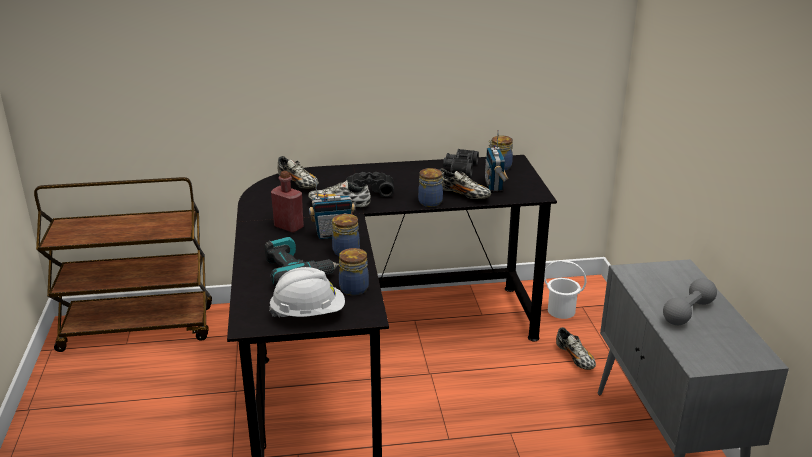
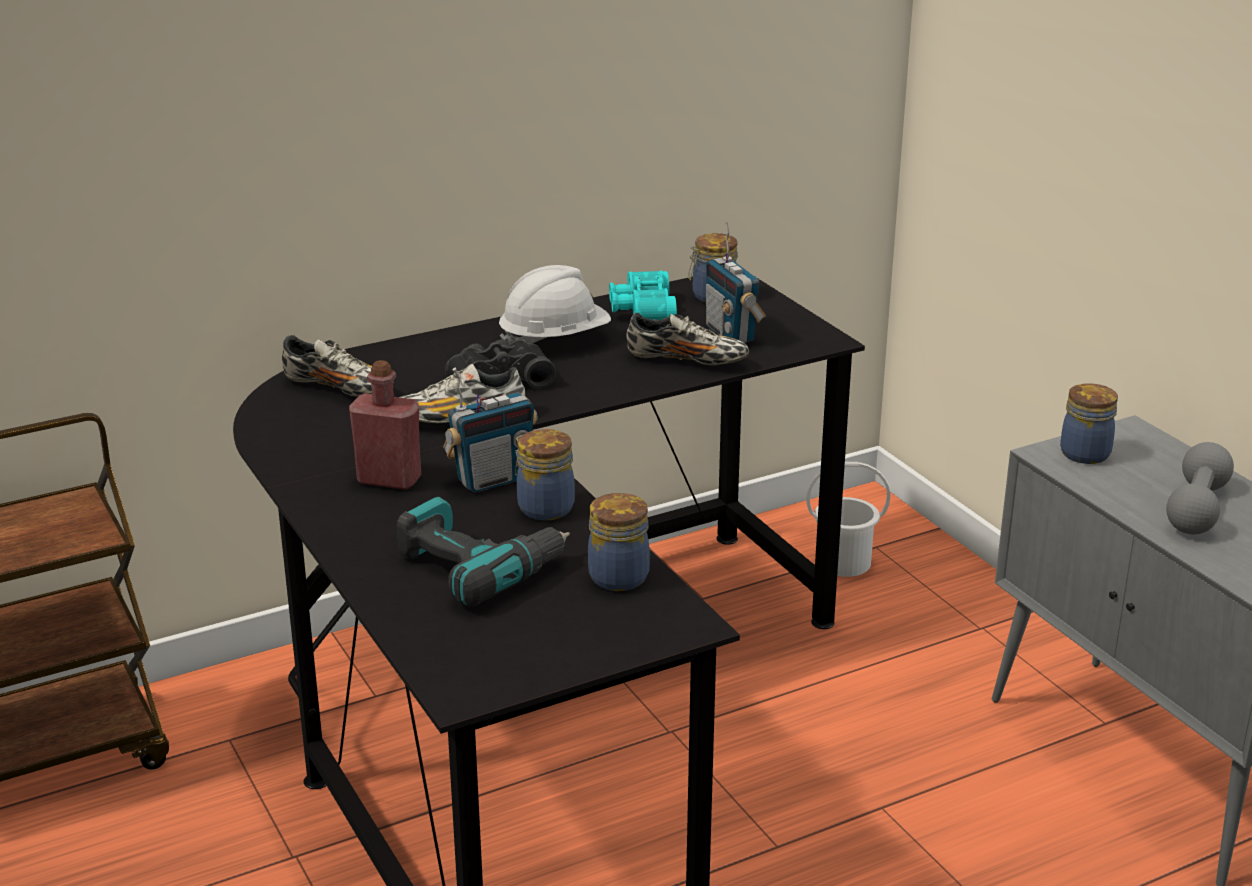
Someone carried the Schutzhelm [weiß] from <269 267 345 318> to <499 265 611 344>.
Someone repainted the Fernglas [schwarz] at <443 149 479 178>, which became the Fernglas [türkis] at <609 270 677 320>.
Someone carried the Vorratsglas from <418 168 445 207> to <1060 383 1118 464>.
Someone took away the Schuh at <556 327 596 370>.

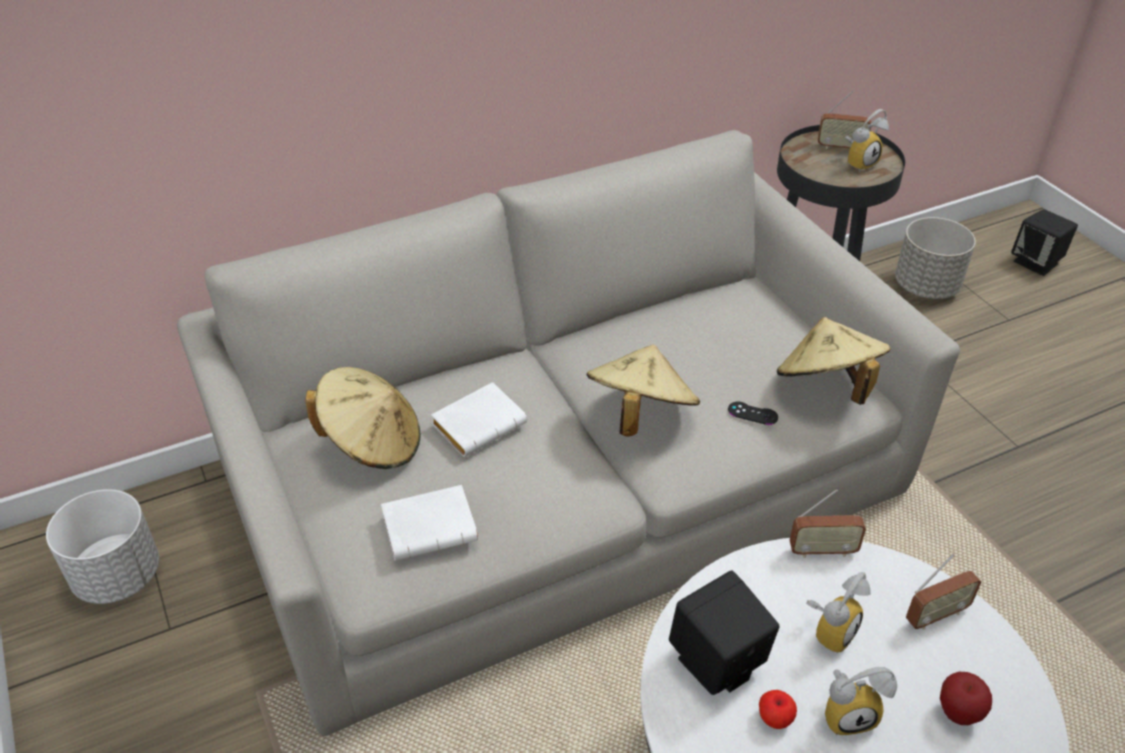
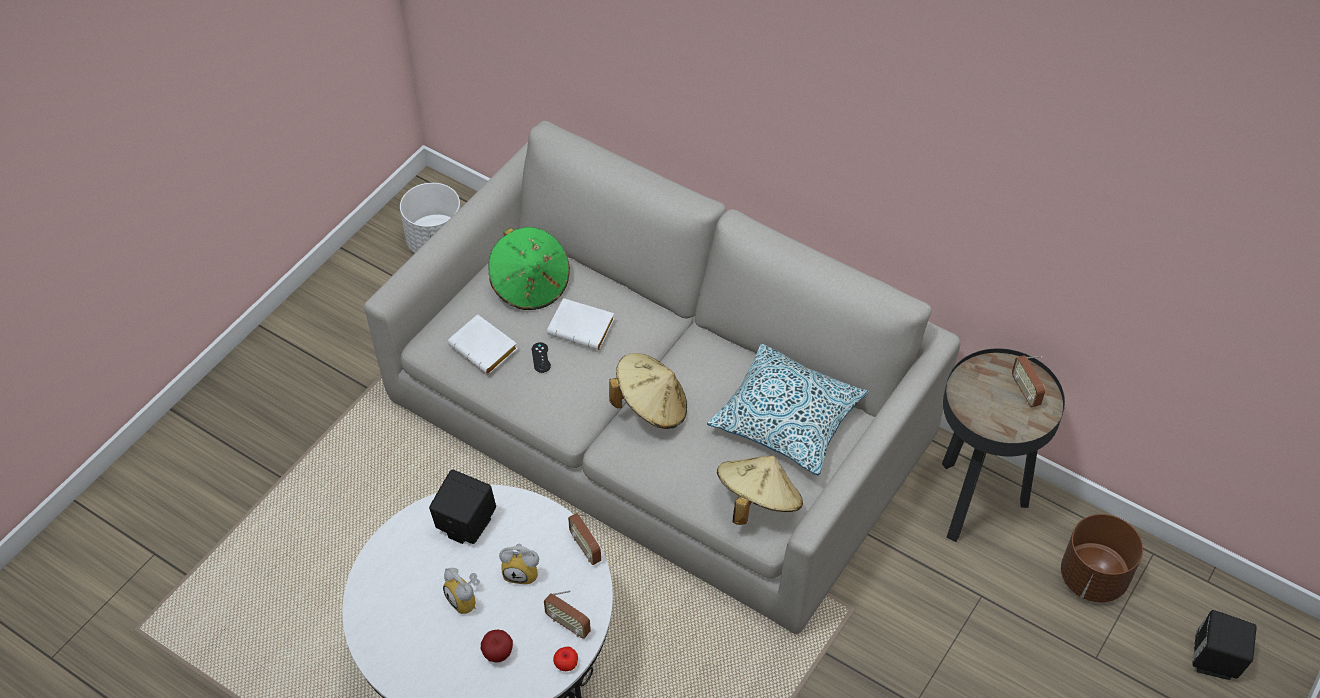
Someone repainted the Hut [beige] at <305 367 420 469>, which became the Hut [grün] at <489 227 570 310>.
Someone carried the Gamepad [schwarz] from <728 401 778 425> to <532 342 551 373>.
Someone carried the Apfel from <759 690 797 729> to <553 647 578 671>.
Someone put down the Kissen at <707 344 869 475>.
Someone repainted the Pflanzkübel [grau] at <895 217 976 299>, which became the Pflanzkübel [braun] at <1061 514 1143 602>.
Someone took away the Wecker at <845 109 889 173>.

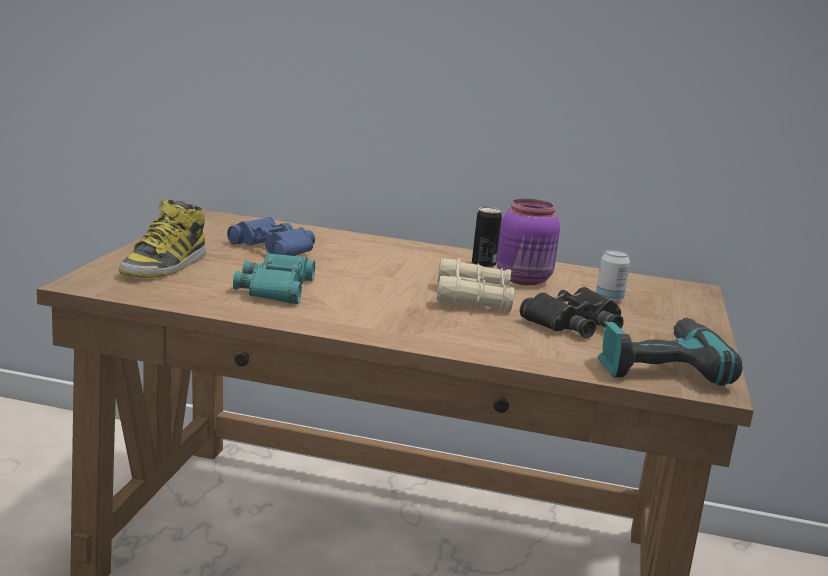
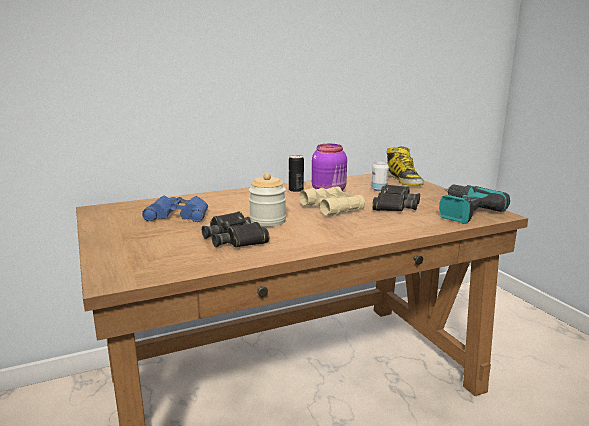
Someone repainted the Fernglas [türkis] at <233 253 315 304>, which became the Fernglas [schwarz] at <202 211 269 248>.
Someone put down the Vorratsglas at <249 173 286 227>.
Someone carried the Stiefel from <119 199 206 278> to <387 146 424 186>.

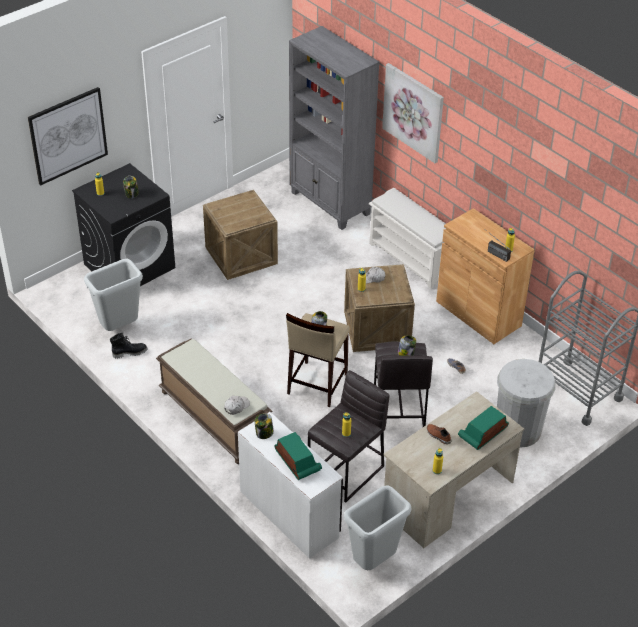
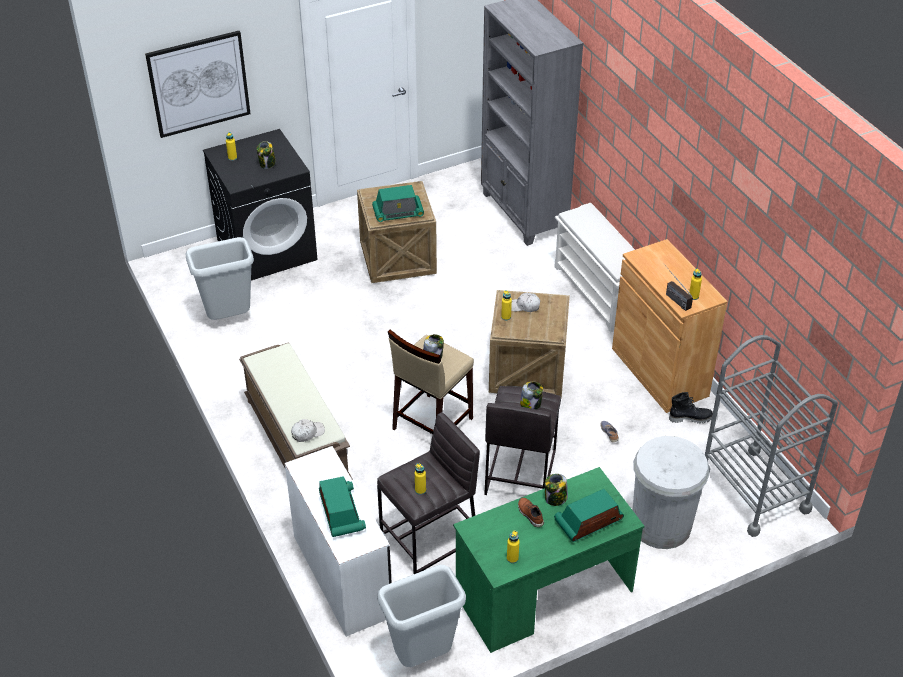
Someone put down the Radio at <372 185 424 222>.
Someone repainted the Schreibtisch [beige] at <383 391 524 548>, which became the Schreibtisch [grün] at <453 467 644 653>.
Someone carried the Vorratsglas from <255 413 274 439> to <545 474 568 506>.
Someone carried the Stiefel [schwarz] from <110 333 148 358> to <669 392 713 424>.
Someone took away the Bild at <382 63 444 163>.

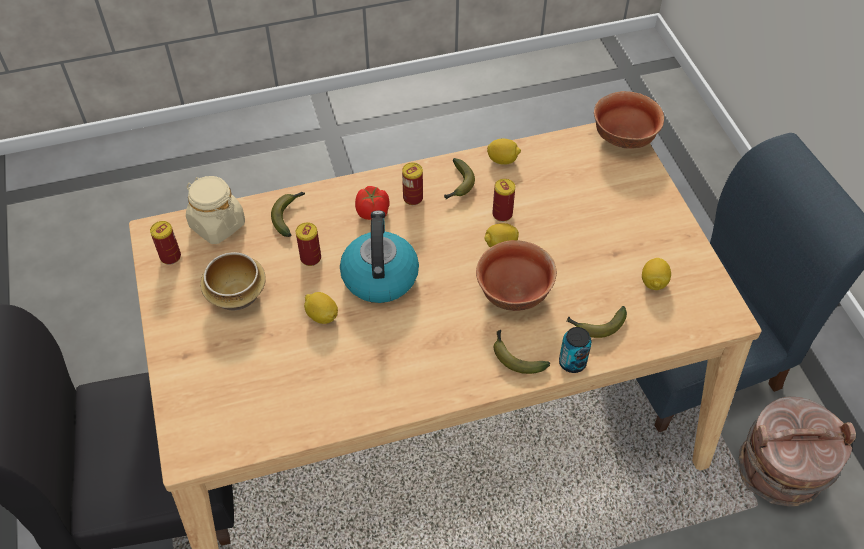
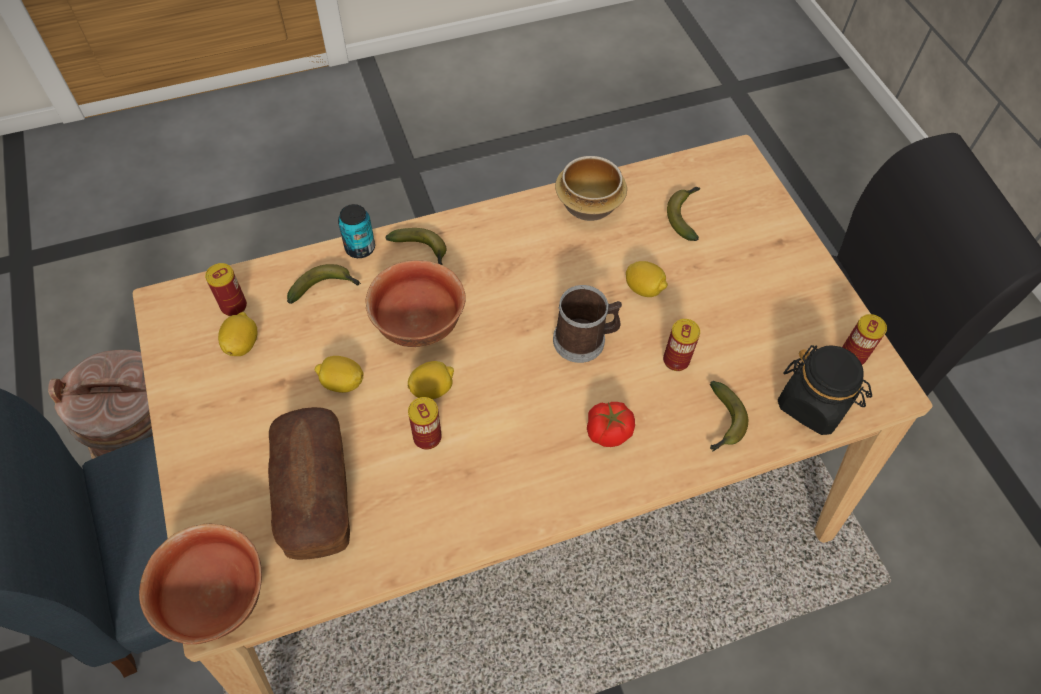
Someone carried the Dose from <402 163 423 205> to <205 263 247 316>.
Someone put down the Brot at <268 407 350 560>.
Someone carried the Zitrone from <487 139 521 165> to <315 356 364 393>.
Someone swapped the Wasserkessel at <340 211 419 303> for the Henkelbecher at <553 285 622 363>.
Someone carried the Schüssel from <200 252 266 311> to <555 156 627 221>.
Someone carried the Banane from <444 158 475 199> to <667 187 700 241>.
Someone repainted the Vorratsglas [beige] at <186 176 245 244>, which became the Vorratsglas [schwarz] at <778 345 872 435>.

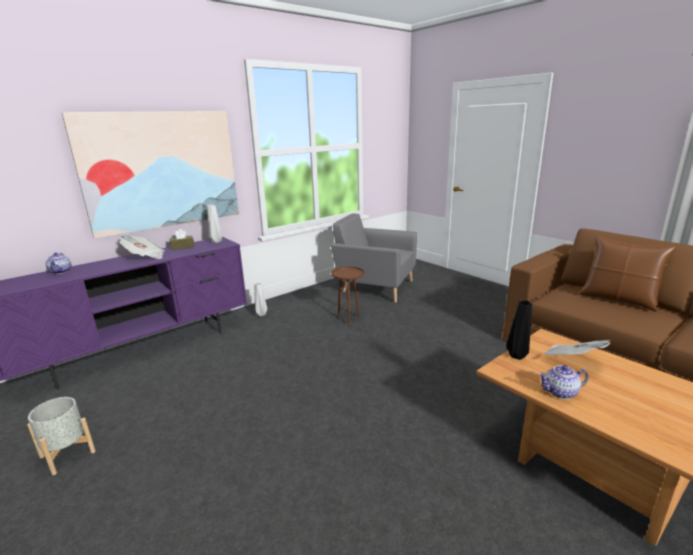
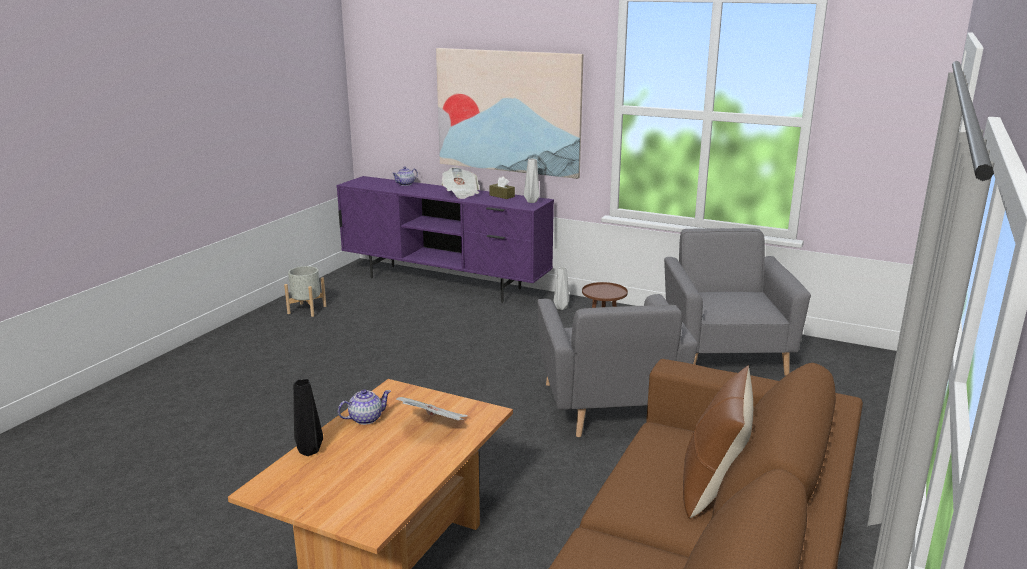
Someone carried the Vase [schwarz] from <506 300 532 360> to <293 379 323 456>.
Someone rotated the Teekanne at <538 365 589 399> by 90 degrees clockwise.
Someone put down the Sessel [grau] at <537 294 698 437>.

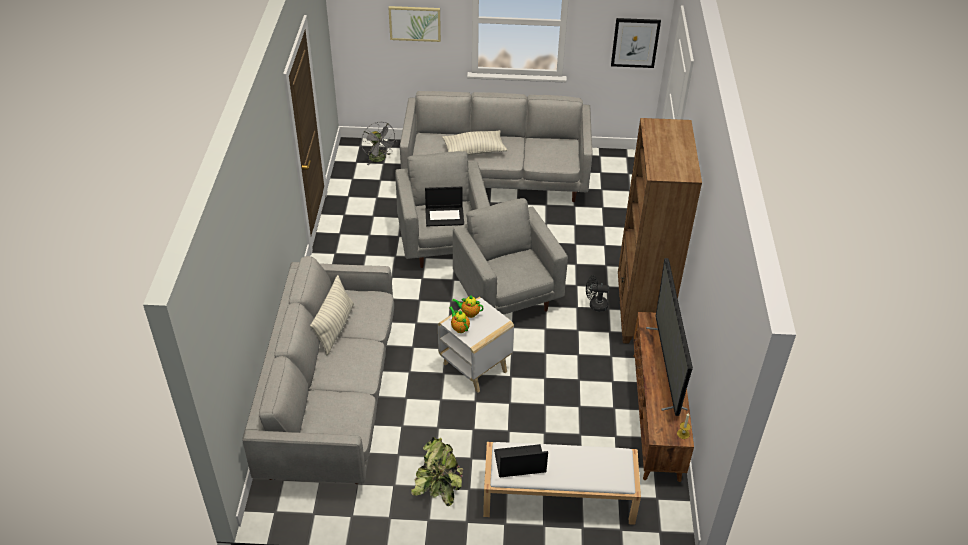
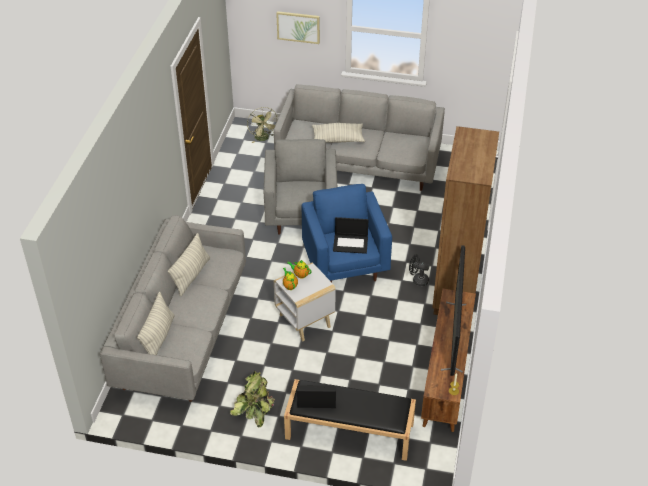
Someone put down the Kissen at <137 291 175 355>.
Someone repainted the Ventilator [grau] at <361 122 397 165>, which became the Ventilator [grün] at <247 107 278 143>.
Someone repainted the Bank [weiß] at <483 442 641 525>, which became the Bank [schwarz] at <284 379 416 461>.
Someone repainted the Sessel [grau] at <453 198 568 315>, which became the Sessel [blau] at <302 184 392 282>.
Someone carried the Laptop from <425 187 464 226> to <333 217 368 254>.
Someone took away the Bild at <611 18 661 68>.

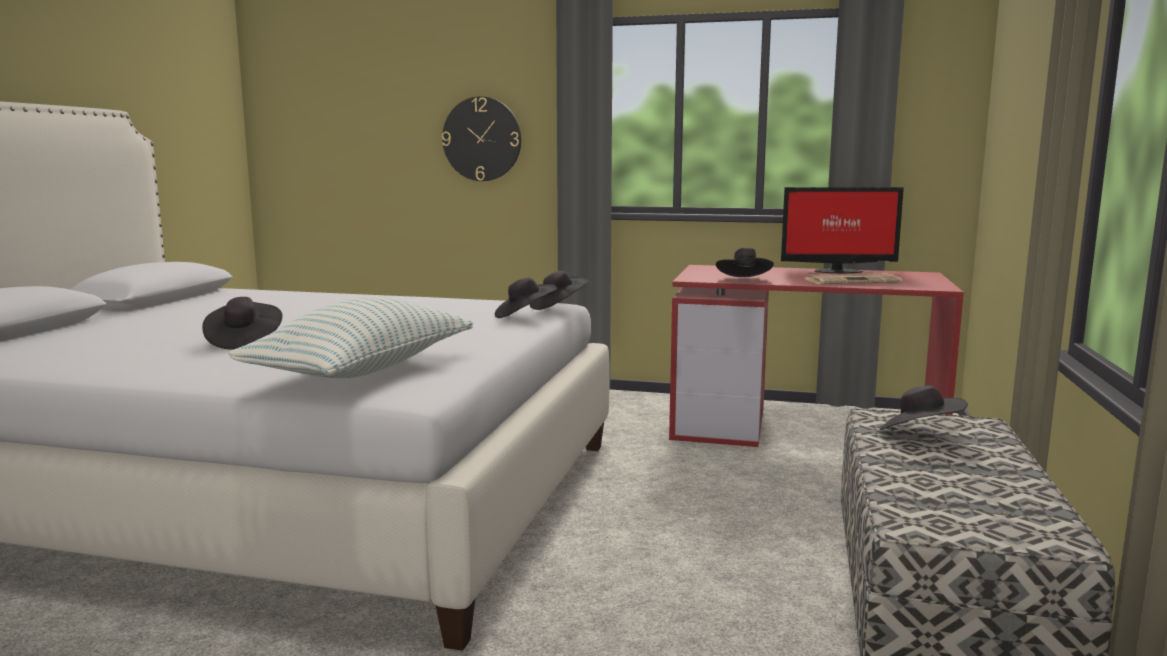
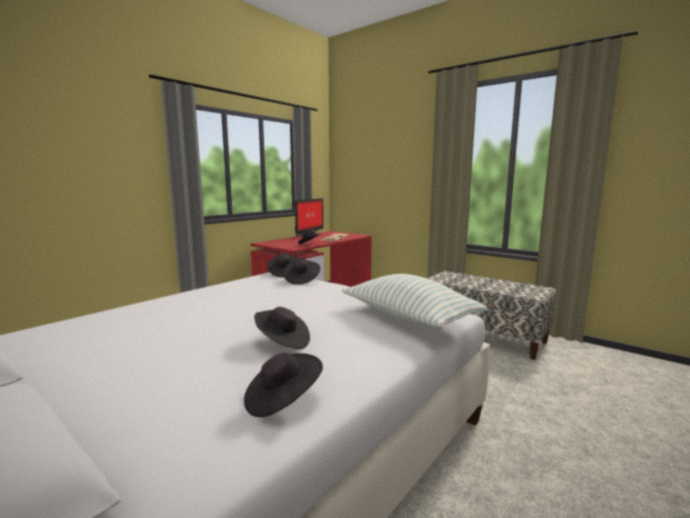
Someone carried the Hut [schwarz] from <880 386 968 430> to <244 353 323 417>.
Someone took away the Wanduhr at <442 96 521 181>.

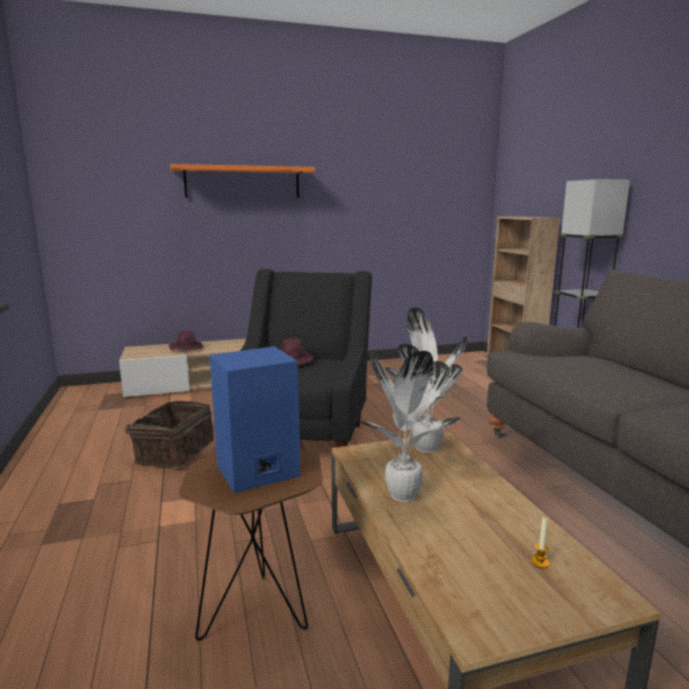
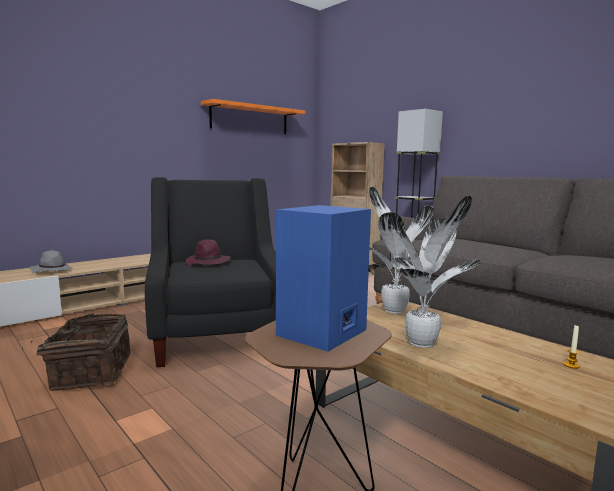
Someone repainted the Hut [lila] at <169 330 204 350>, which became the Hut [grau] at <30 250 72 273>.
Someone carried the Wandregal [orange] from <170 164 315 198> to <201 99 305 134>.

